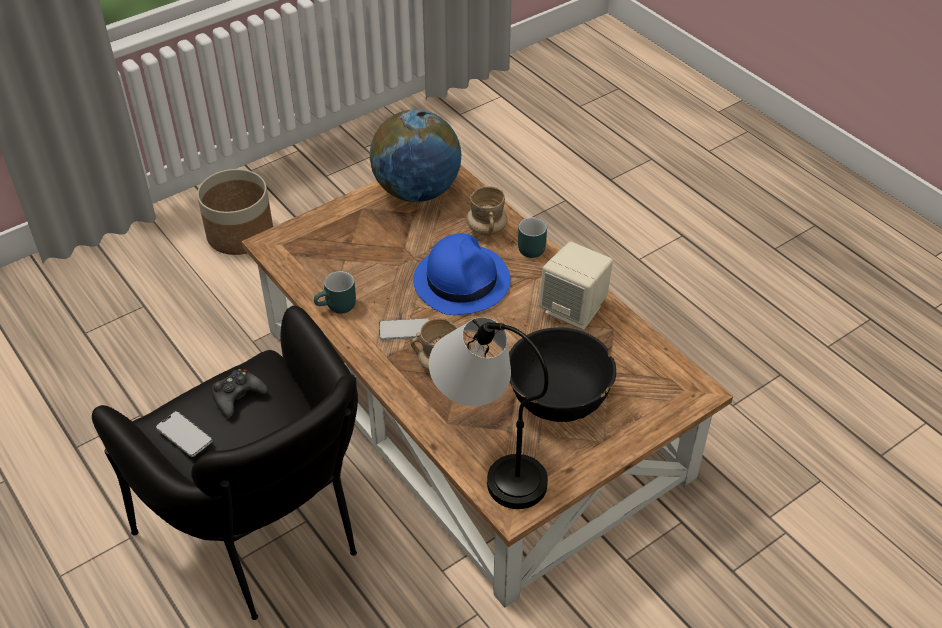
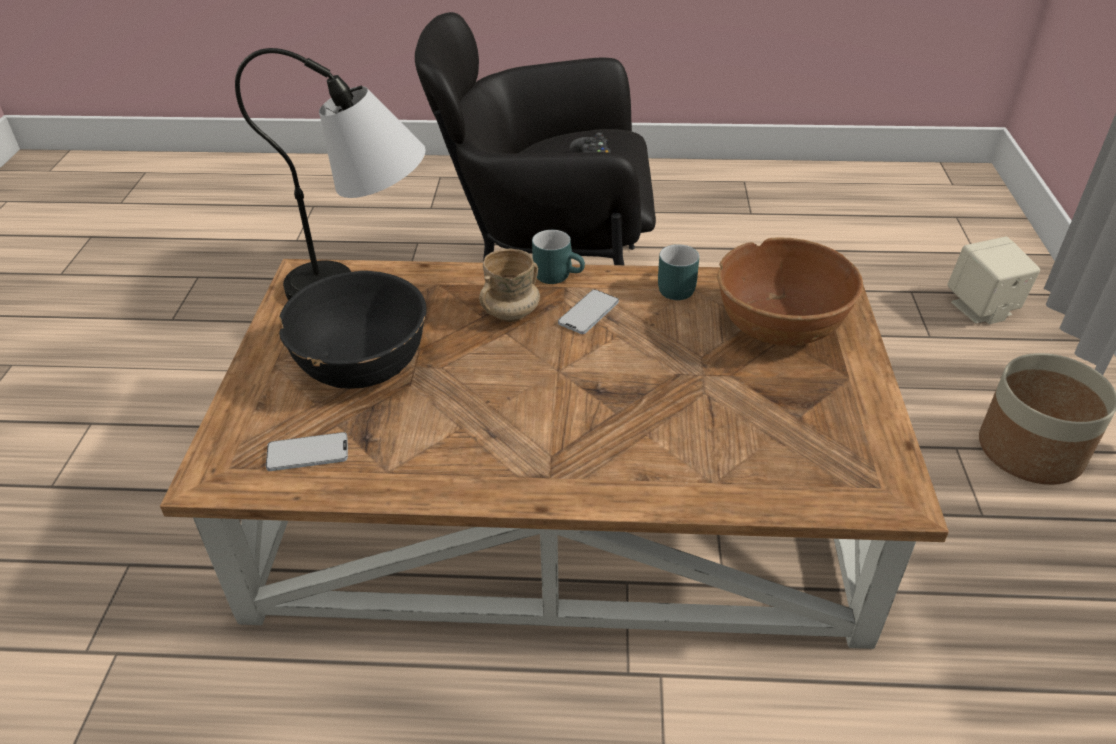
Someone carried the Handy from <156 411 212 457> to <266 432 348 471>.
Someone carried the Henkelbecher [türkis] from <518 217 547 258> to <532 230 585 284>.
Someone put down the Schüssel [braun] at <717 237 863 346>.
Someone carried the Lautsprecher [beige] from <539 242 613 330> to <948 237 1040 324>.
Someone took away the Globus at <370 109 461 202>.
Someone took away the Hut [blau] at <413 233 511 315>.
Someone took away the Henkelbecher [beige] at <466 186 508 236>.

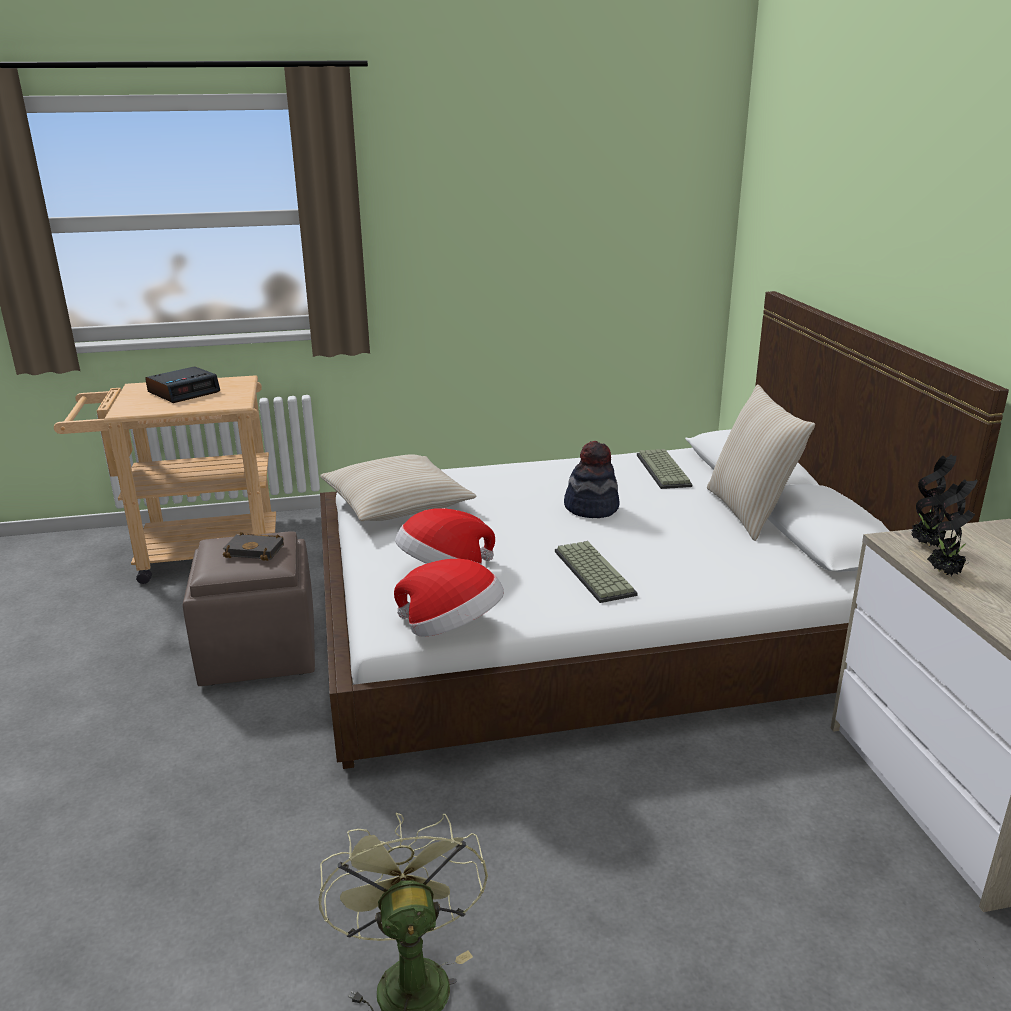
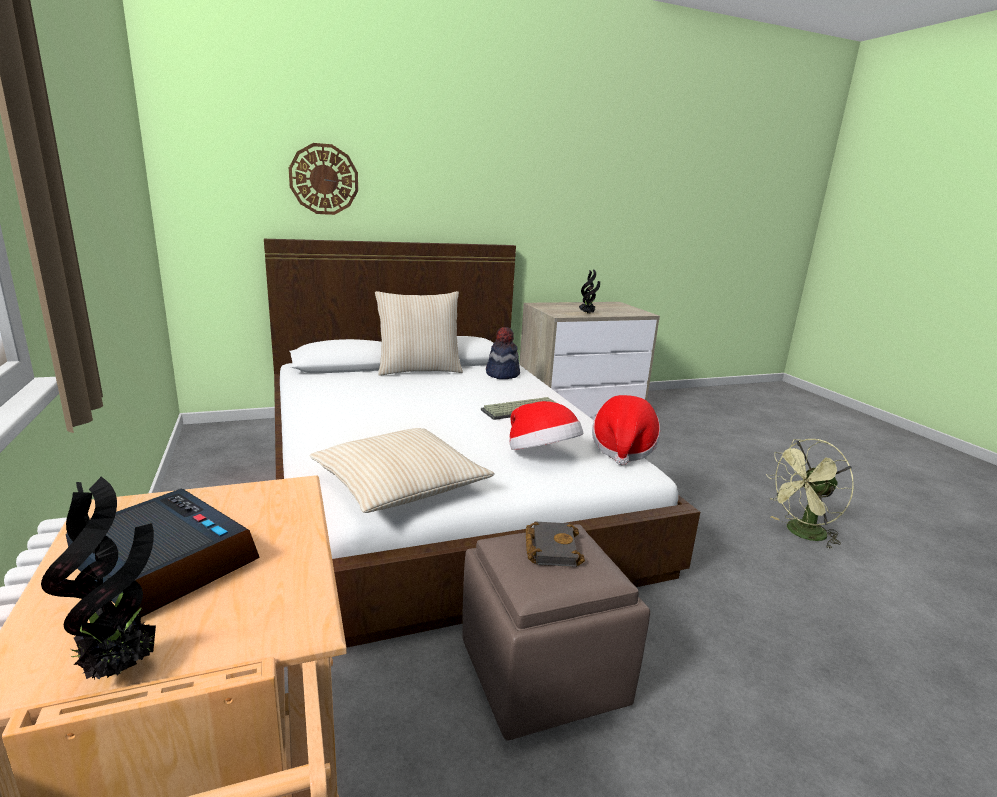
Someone carried the Topfpflanze from <912 454 958 547> to <41 476 156 680>.
Someone put up the Wanduhr at <289 143 358 215>.
Someone carried the Hut from <564 441 620 518> to <486 327 520 379>.
Someone took away the Tastatur at <637 449 692 489>.

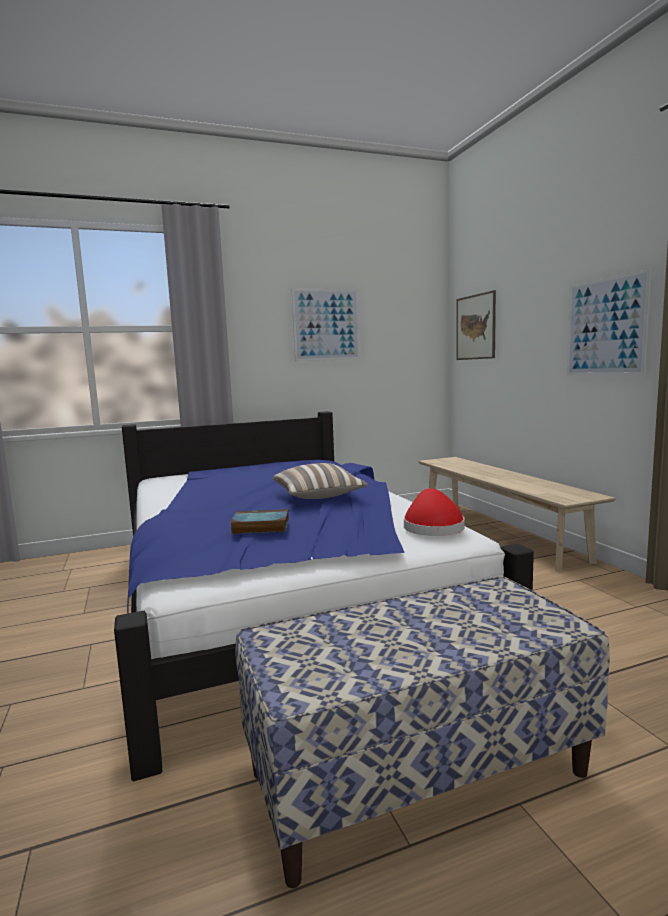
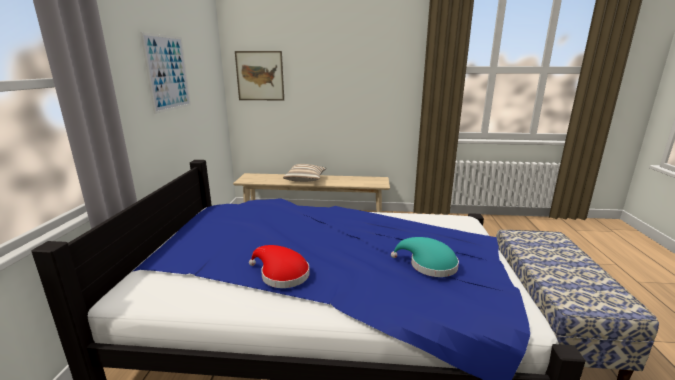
Someone carried the Hut [rot] from <404 488 465 536> to <249 245 310 288>.
Someone carried the Kissen from <273 463 368 499> to <283 164 326 182>.
Someone swapped the Buch at <230 509 289 534> for the Hut [türkis] at <391 237 459 277>.
Someone took away the Bild at <567 269 652 375>.

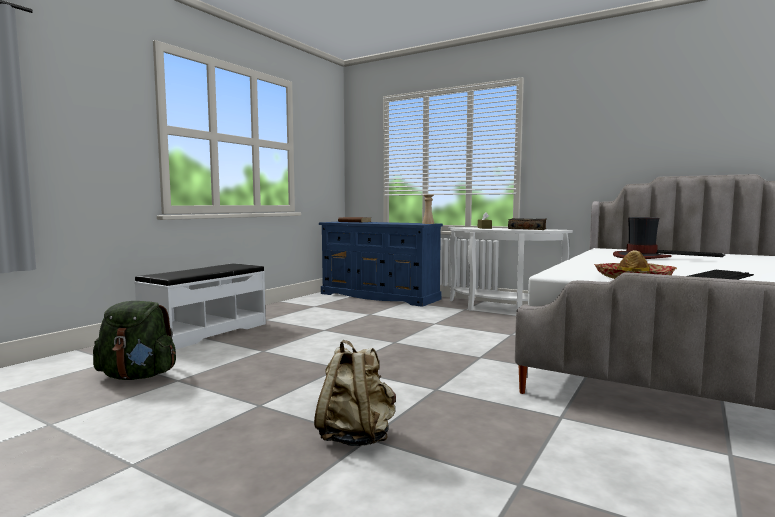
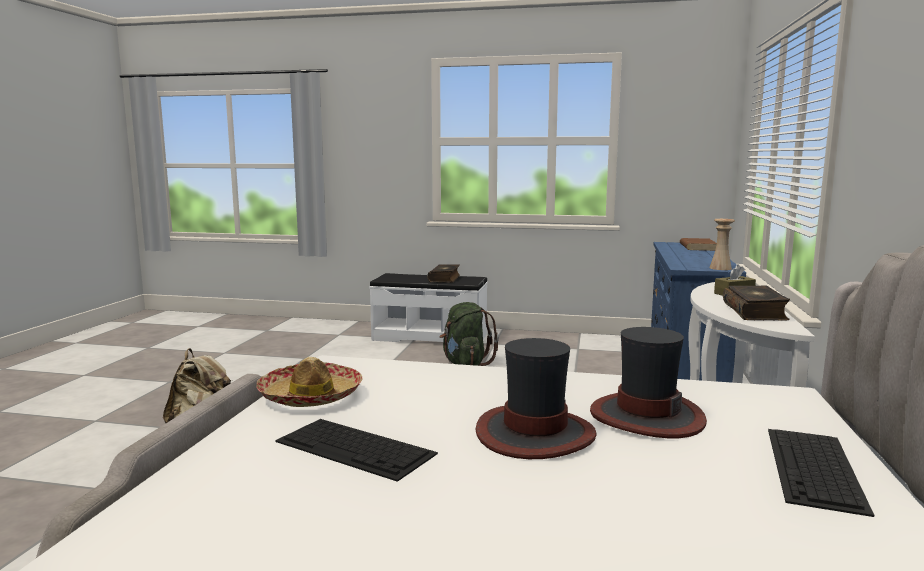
Someone put down the Buch at <427 264 460 283>.
Someone carried the Rucksack [grün] from <93 301 176 380> to <439 302 499 366>.
Someone put down the Hut at <475 338 597 459>.

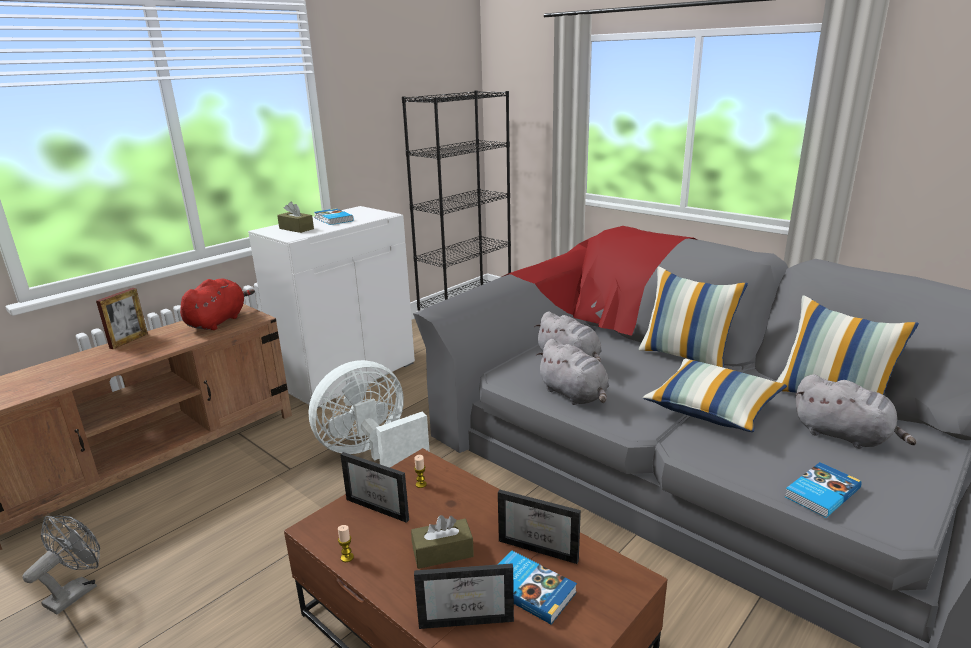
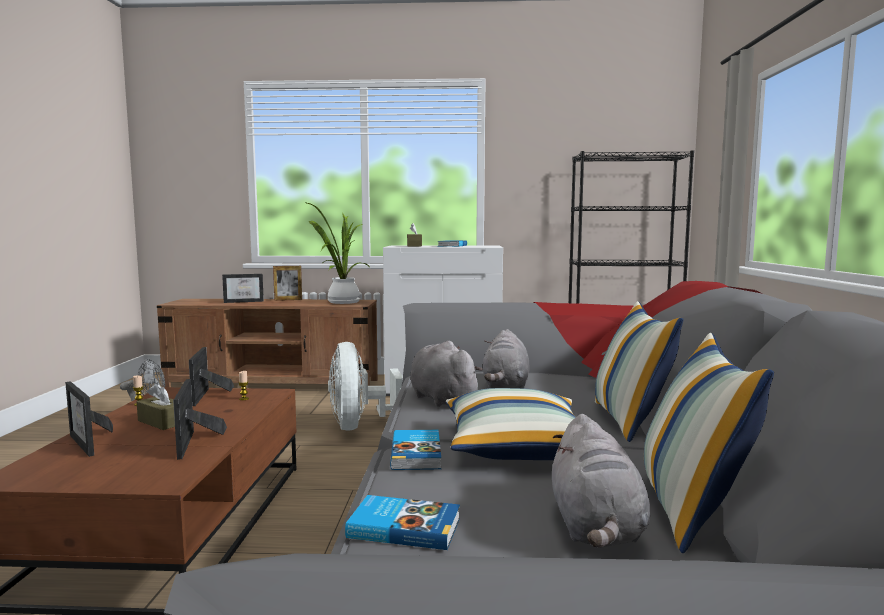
Someone put down the Bilderrahmen at <222 274 264 303>.
Someone swapped the Plüschtier [rot] at <180 279 255 330> for the Topfpflanze at <304 202 369 304>.
Someone rotated the Ventilator [weiß] at <308 360 430 468> by 120 degrees counterclockwise.
Someone carried the Buch from <499 550 577 625> to <390 430 441 470>.
Someone rotated the Plüschtier [grau] at <536 339 609 405> by 135 degrees clockwise.

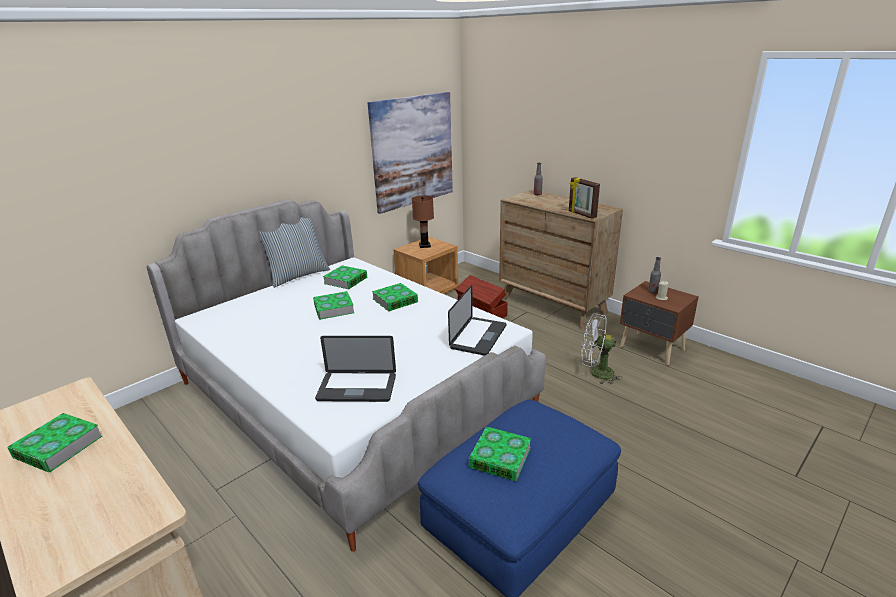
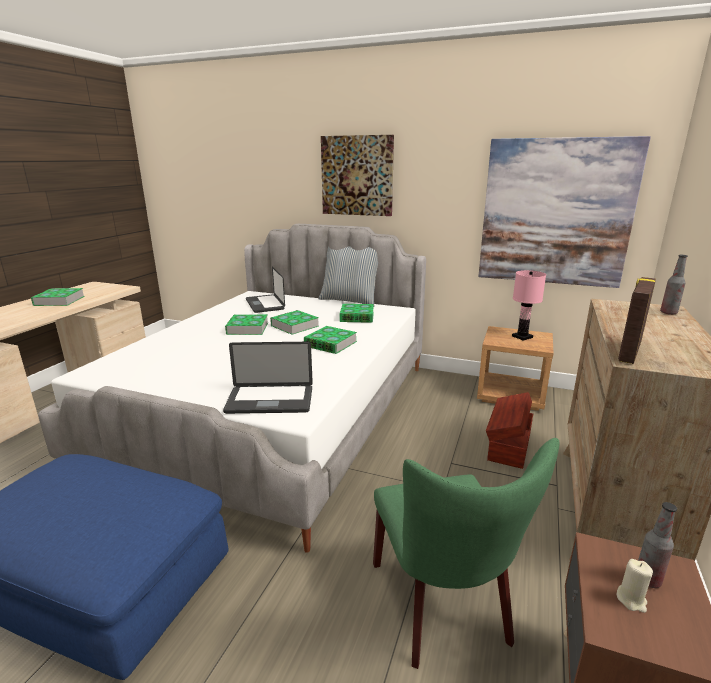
Someone carried the Buch from <469 426 531 481> to <225 314 268 335>.
Someone carried the Laptop from <315 336 396 402> to <246 267 285 313>.
Someone put up the Bild at <321 135 394 216>.
Someone swapped the Ventilator [weiß] at <581 313 622 385> for the Stuhl [grün] at <373 438 560 669>.
Someone repainted the Tischlampe [braun] at <412 195 434 248>, which became the Tischlampe [rosa] at <512 270 546 341>.

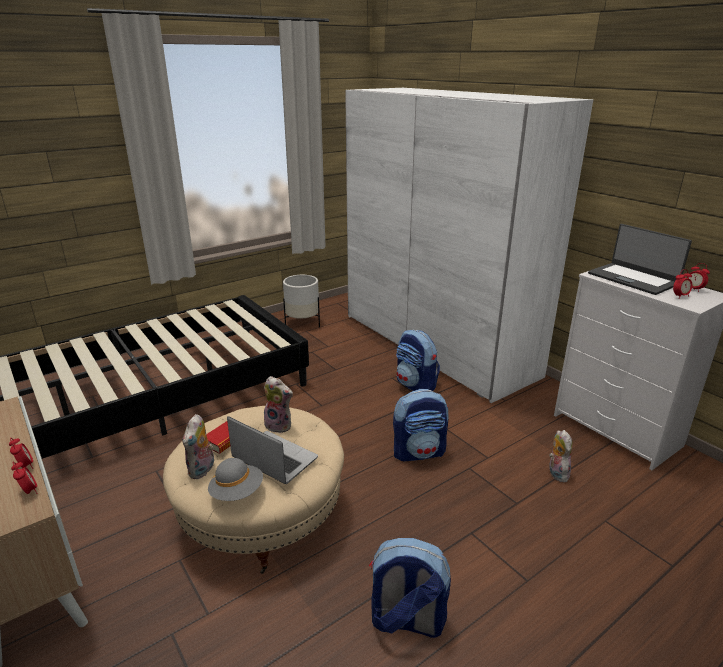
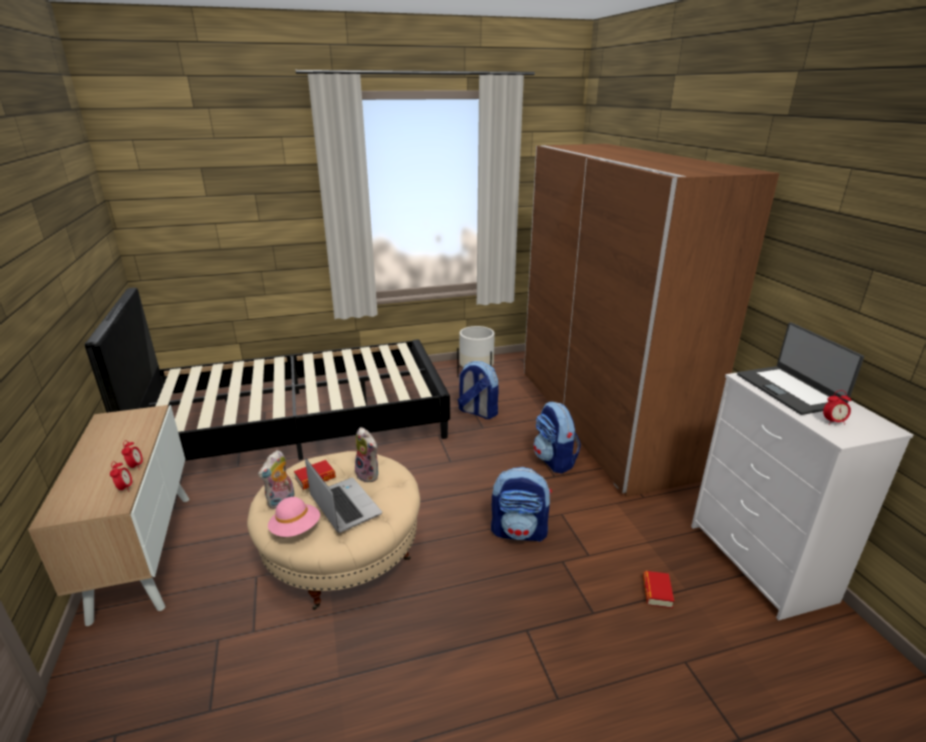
Someone repainted the Hut [grau] at <208 458 263 501>, which became the Hut [rosa] at <268 497 320 537>.
Someone carried the Rucksack from <369 538 451 638> to <457 361 499 419>.
Someone repainted the Kleiderschrank [weiß] at <345 88 593 403>, which became the Kleiderschrank [braun] at <524 144 779 497>.
Someone swapped the Plüschtier at <549 430 573 482> for the Buch at <643 571 674 608>.
Someone took away the Wecker at <687 263 710 292>.

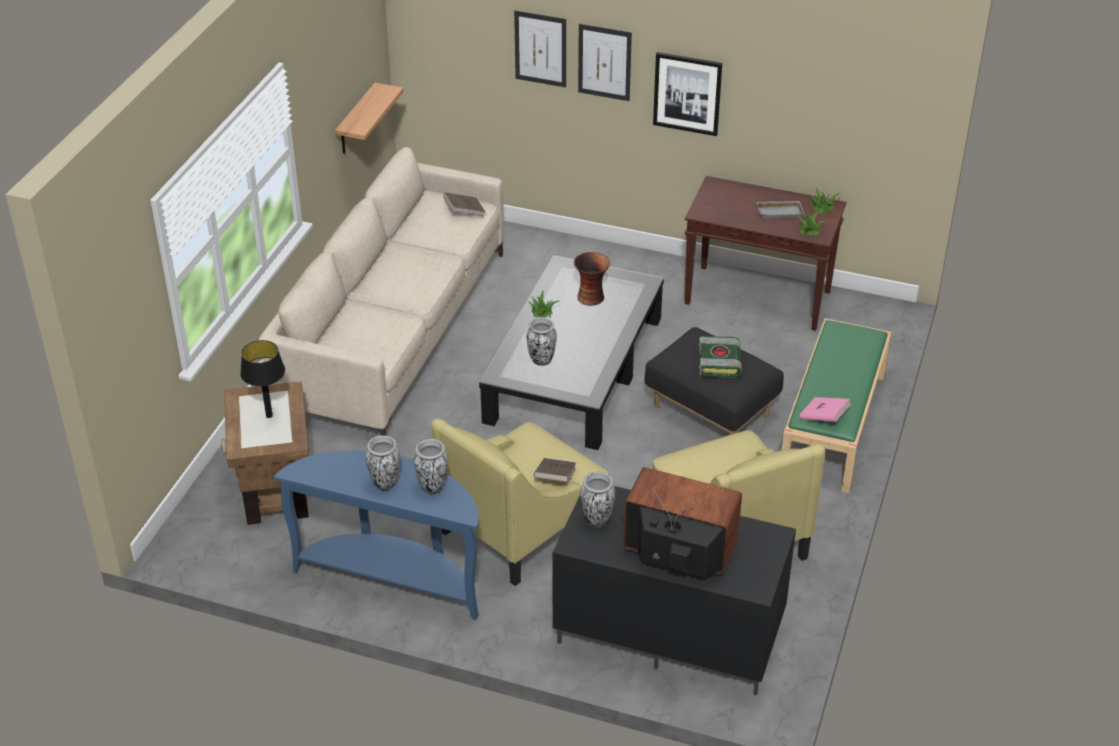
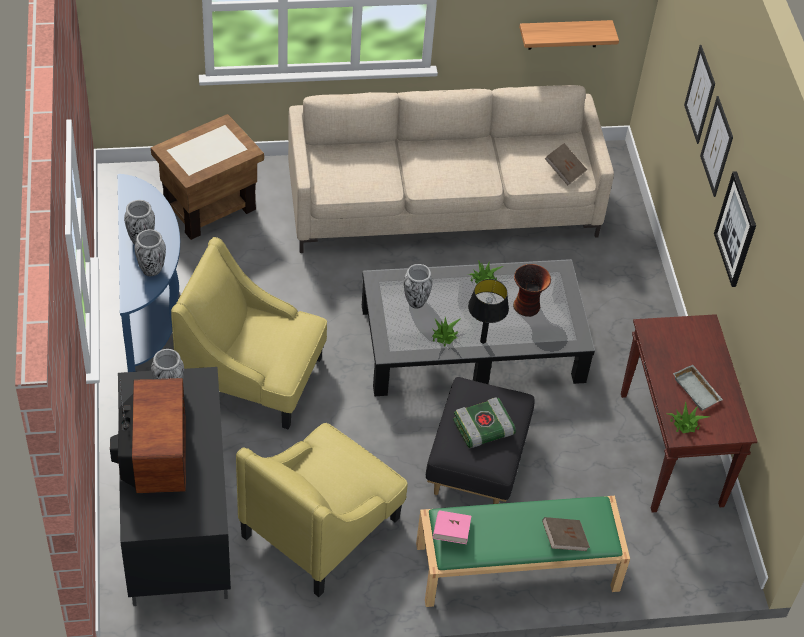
Someone carried the Topfpflanze from <810 187 842 215> to <432 316 461 346>.
Someone carried the Tischlampe [schwarz] from <240 340 285 418> to <468 279 509 344>.
Someone carried the Buch [braun] from <534 458 576 482> to <542 517 590 551>.

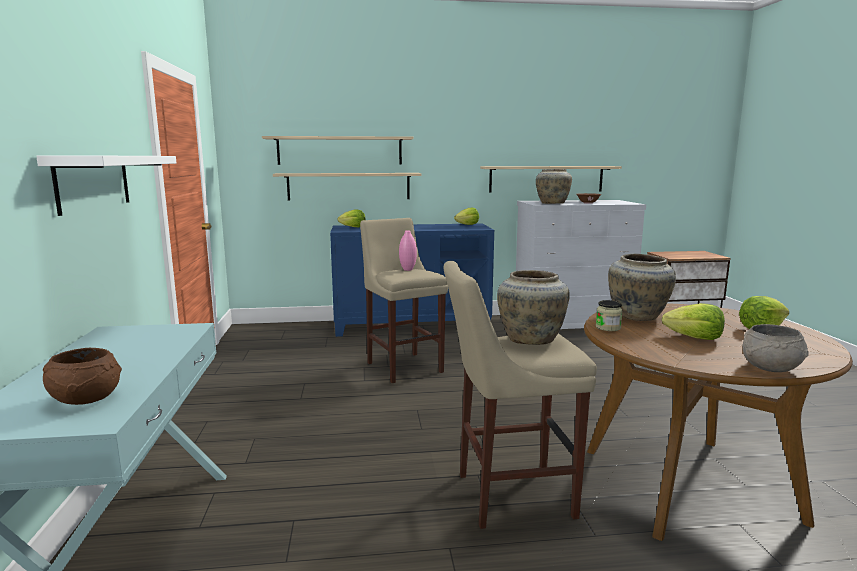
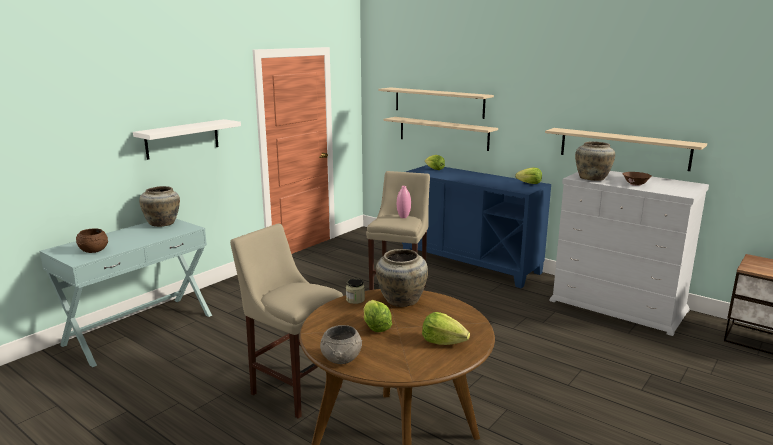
Someone carried the Vase [beige] from <497 270 570 345> to <139 186 180 227>.

